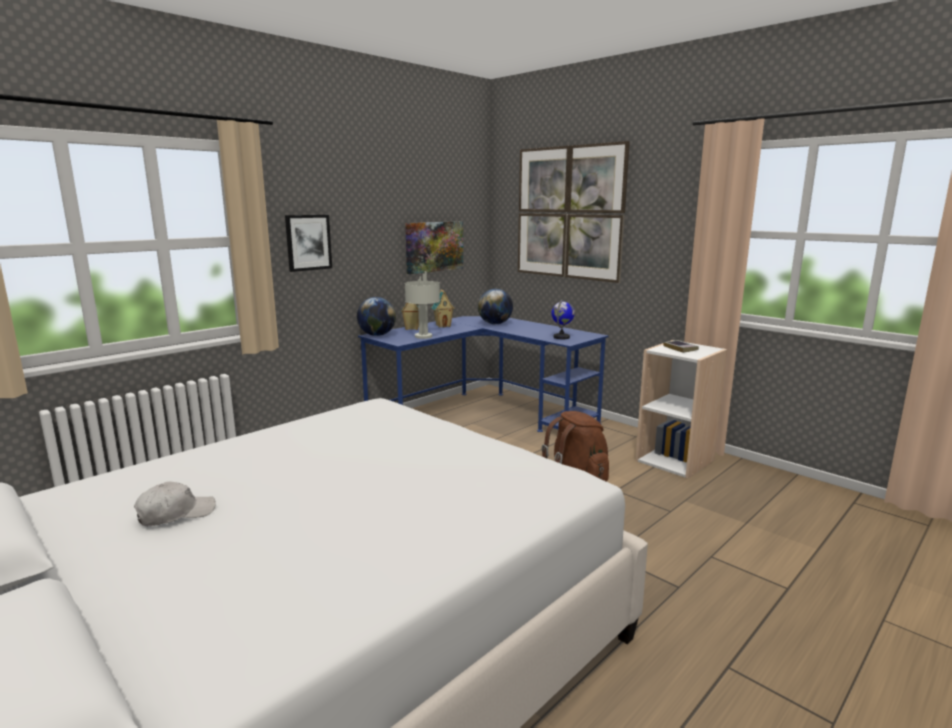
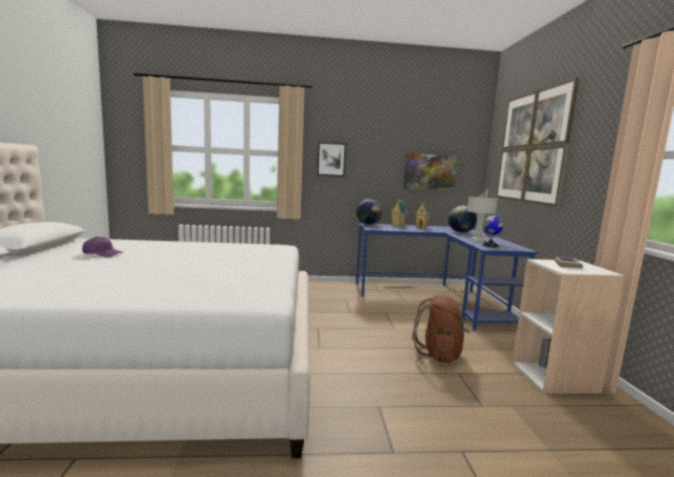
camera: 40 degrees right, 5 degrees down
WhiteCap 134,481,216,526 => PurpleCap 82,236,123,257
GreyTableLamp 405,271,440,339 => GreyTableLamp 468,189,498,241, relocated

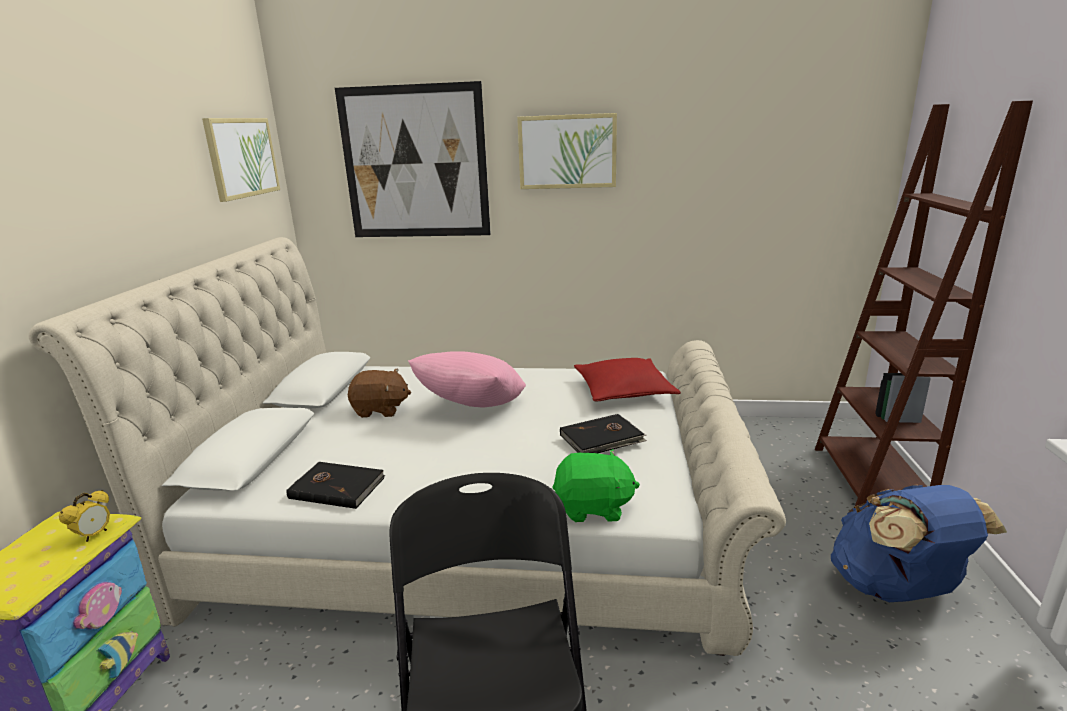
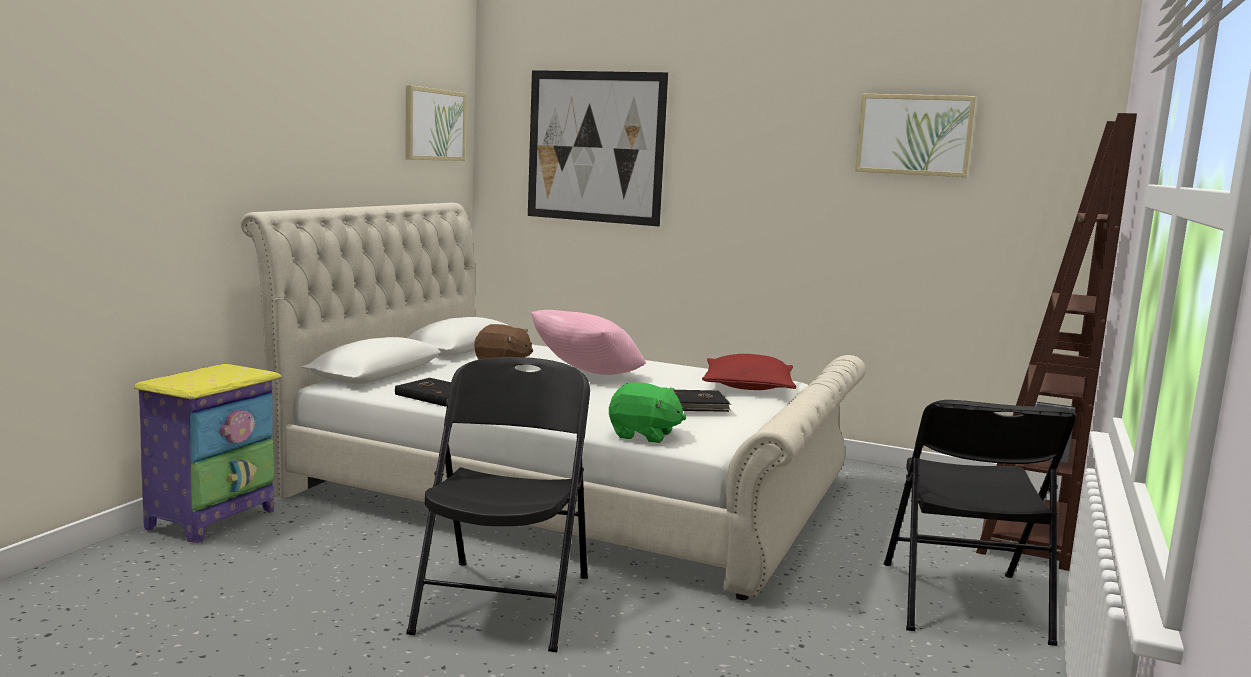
camera: 15 degrees right, 10 degrees down
AlarmClock 59,490,110,542 => nothing
Picture 517,113,617,189 => Picture 855,94,976,177, relocated
BlueBackpack 831,484,1007,602 => BlackChair 884,400,1076,646

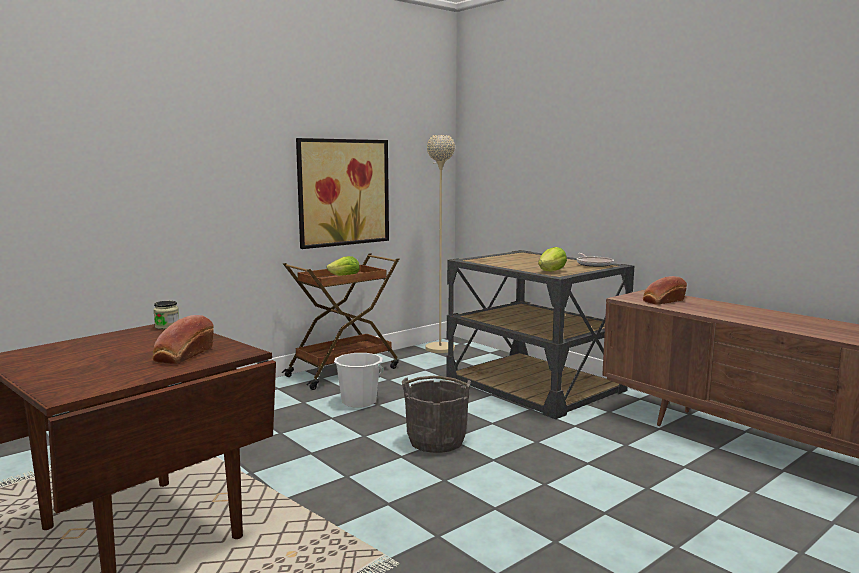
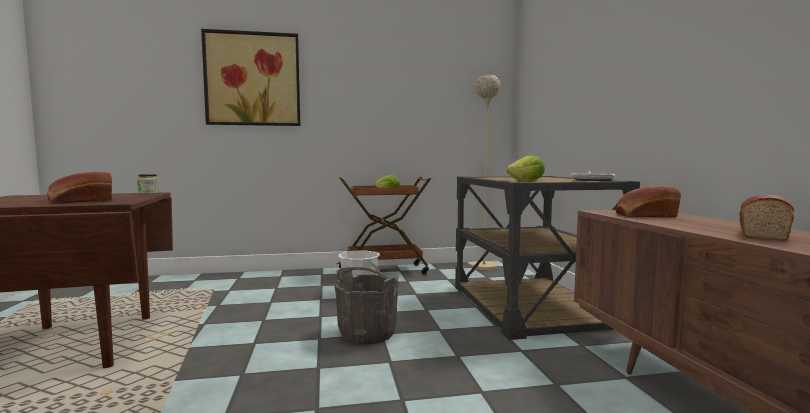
camera: 30 degrees right, 5 degrees down
Picture 296,138,389,249 => Picture 201,29,301,126, relocated
nothing => Bread 740,195,794,241

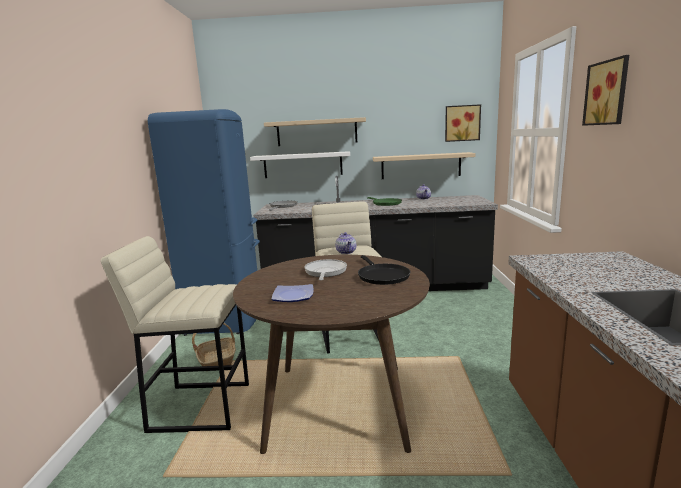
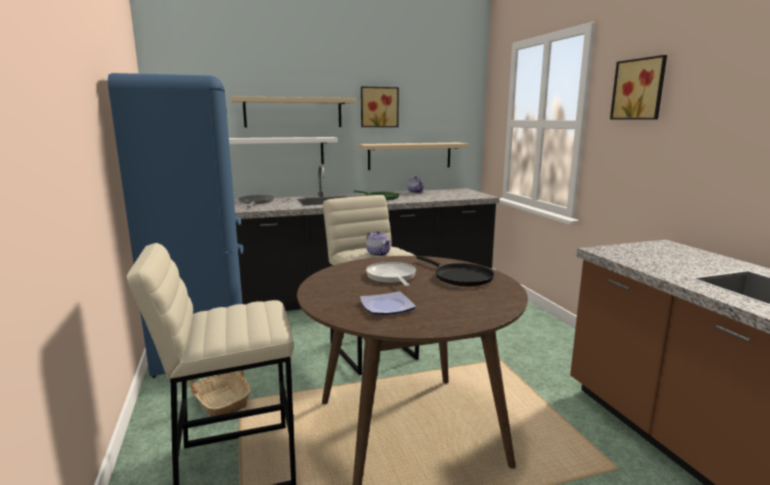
camera: 20 degrees left, 0 degrees up
Picture 445,104,481,142 => Picture 361,87,399,127, relocated

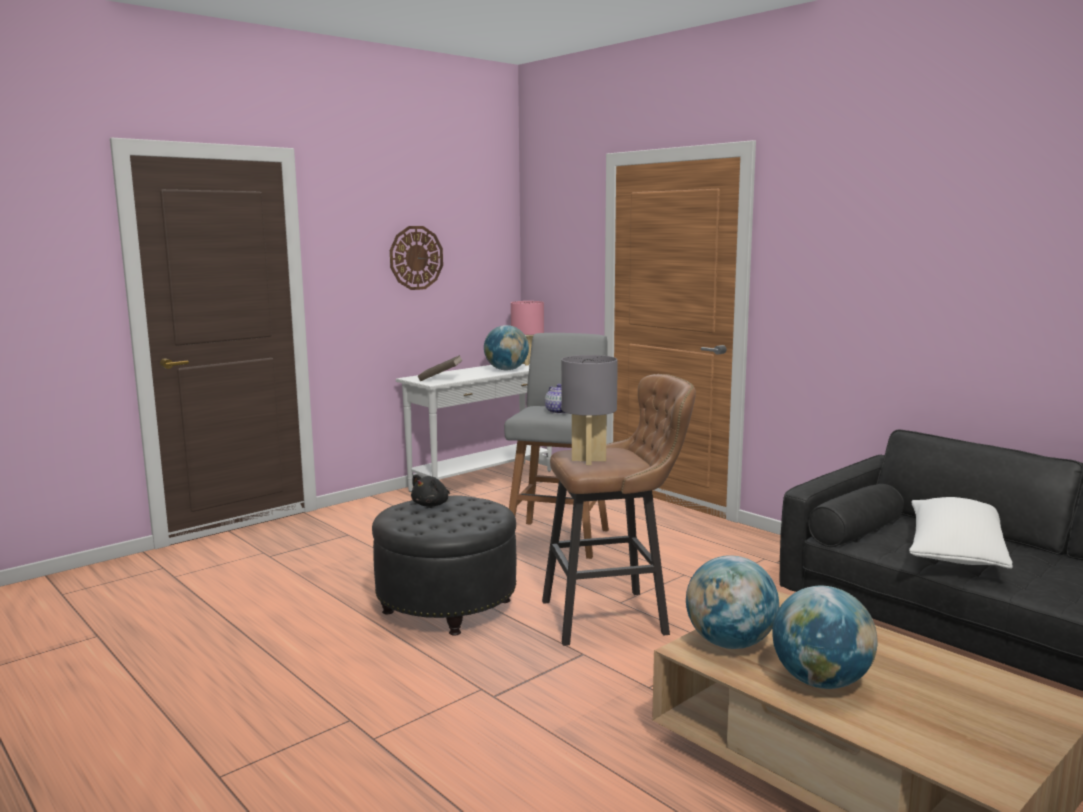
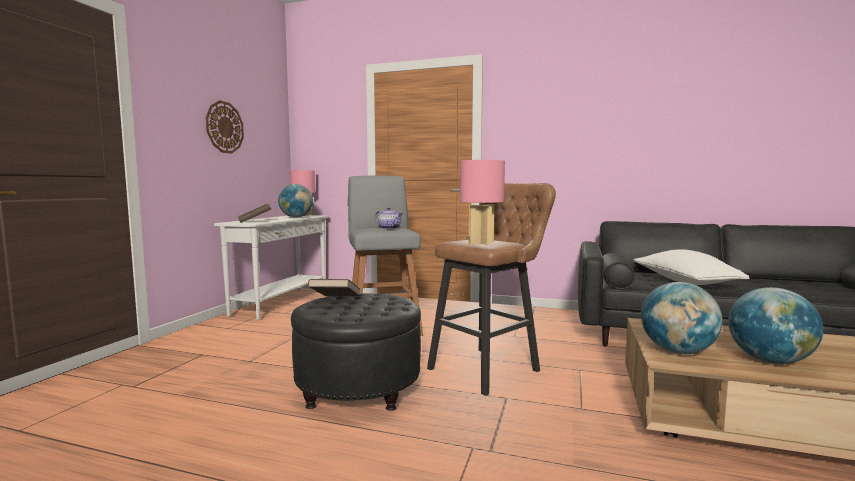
camera: 30 degrees left, 5 degrees down
BlackPlushToy 411,474,450,507 => BrownBook 308,279,360,296
GreyTableLamp 561,355,618,465 => PinkTableLamp 460,160,505,245

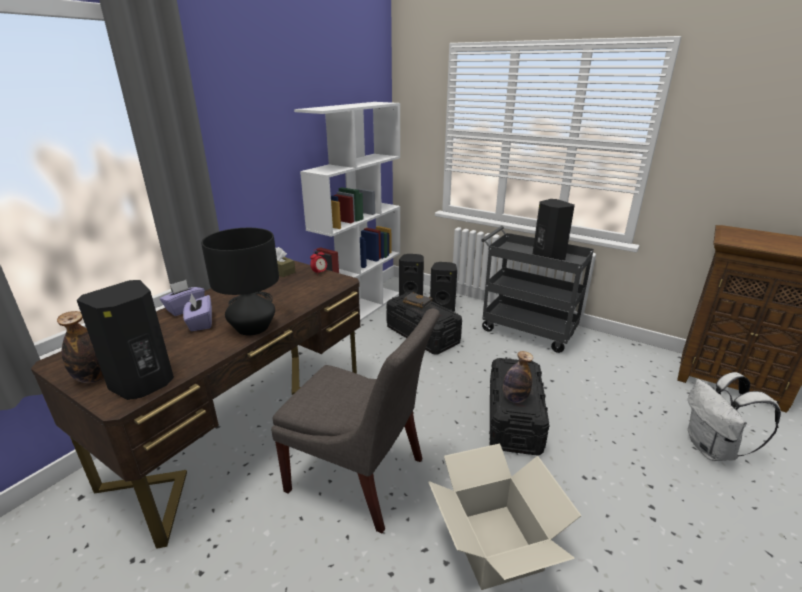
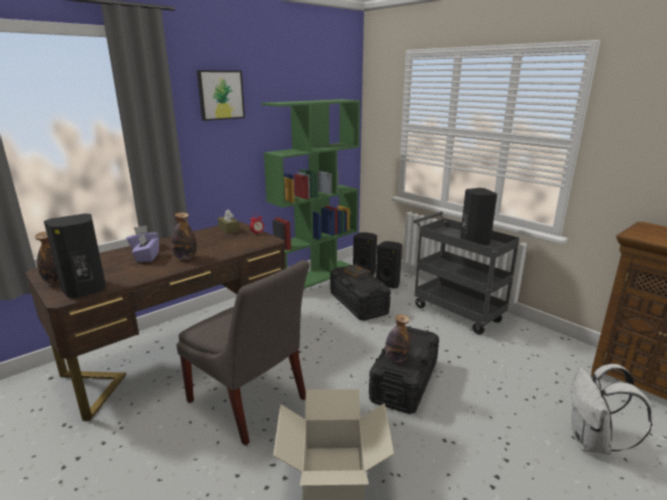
camera: 15 degrees right, 5 degrees down
BlackTableLamp 201,228,279,335 => Bottle 171,212,197,260
WhiteBookcase 294,102,400,321 => GreenBookcase 261,99,360,289
nothing => Picture 197,70,245,121

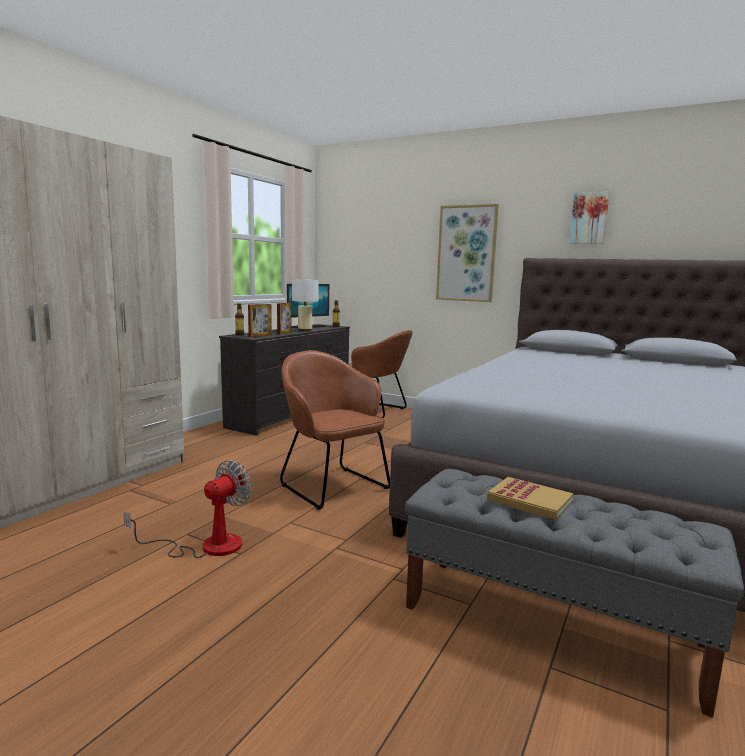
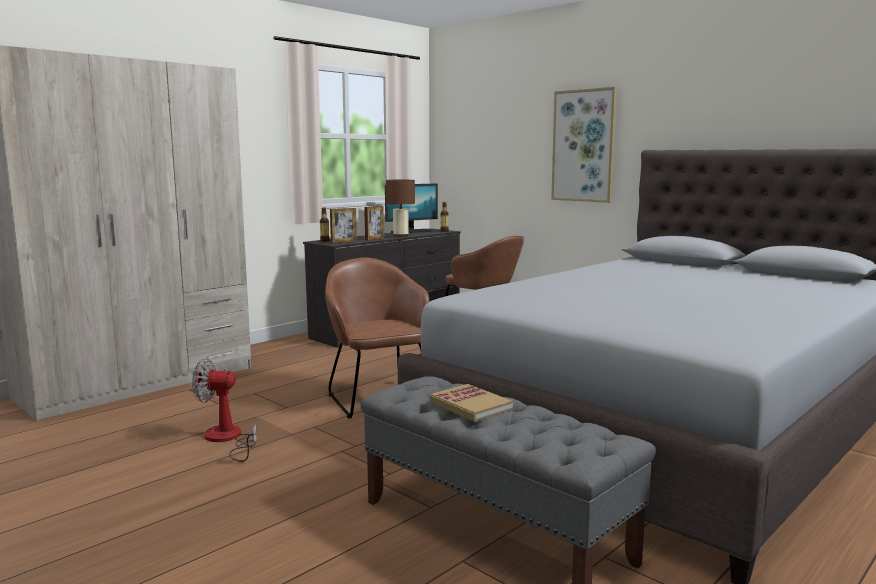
camera: 15 degrees right, 0 degrees up
Fan 124,460,252,558 => Fan 192,358,257,462, 135 degrees counterclockwise
WhiteTableLamp 292,279,319,332 => BrownTableLamp 386,180,415,237
Picture 569,192,610,244 => nothing

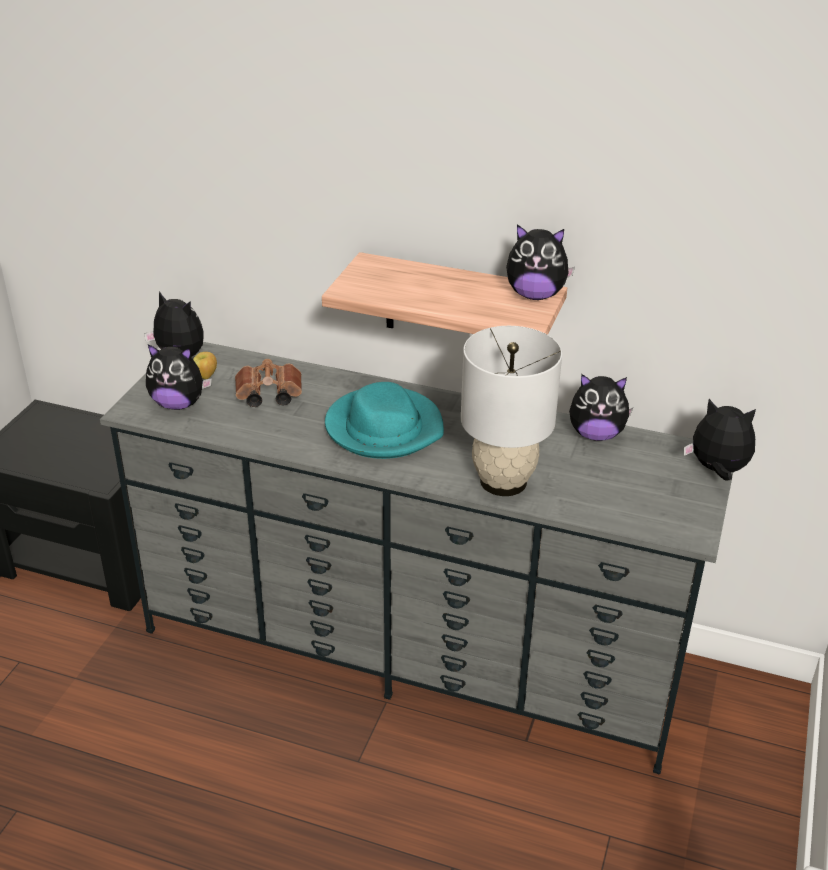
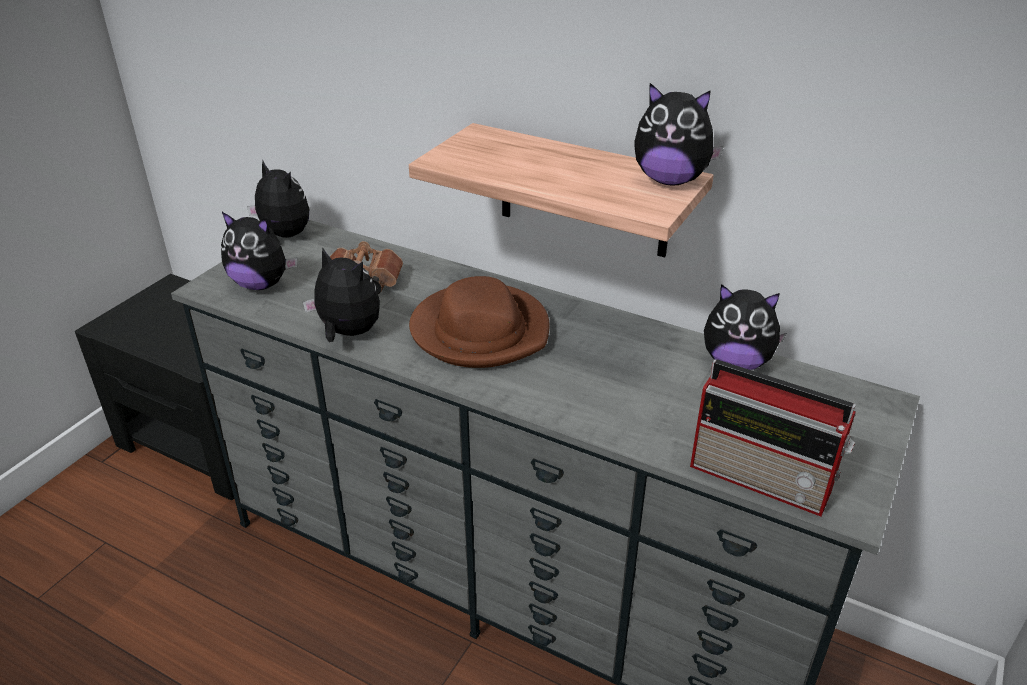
camera: 10 degrees right, 0 degrees up
Apple 193,352,217,379 => nothing
TurquoiseHat 325,382,444,459 => BrownHat 409,276,549,368
WhiteTableLamp 461,326,562,496 => nothing
PlushToy 684,399,756,480 => PlushToy 303,247,380,342, relocated
nothing => Radio 690,359,856,517

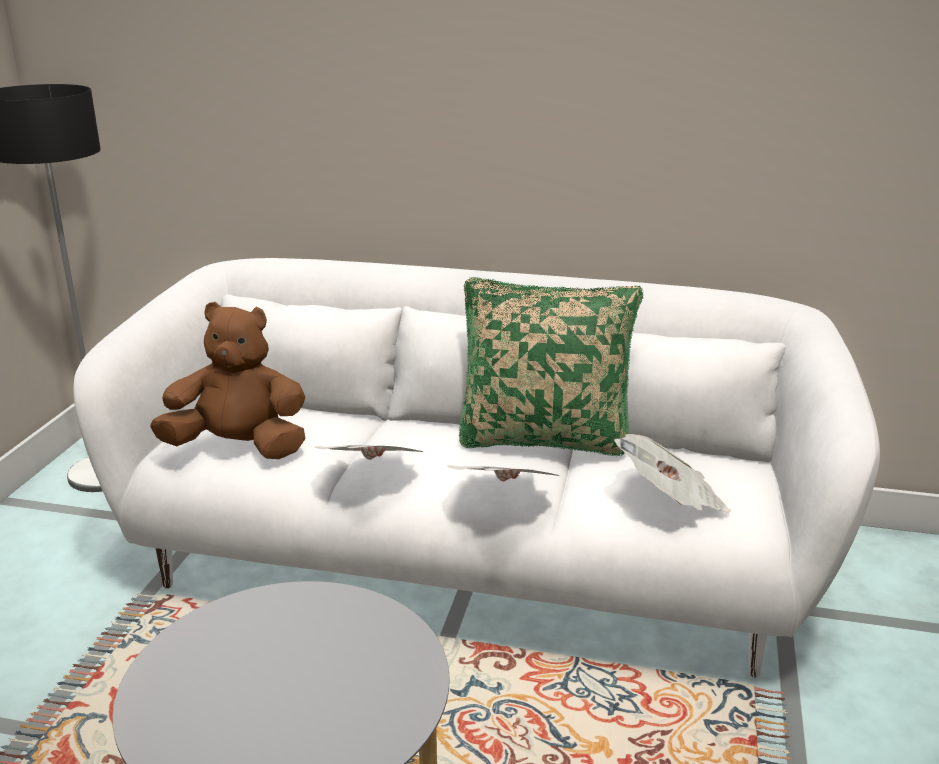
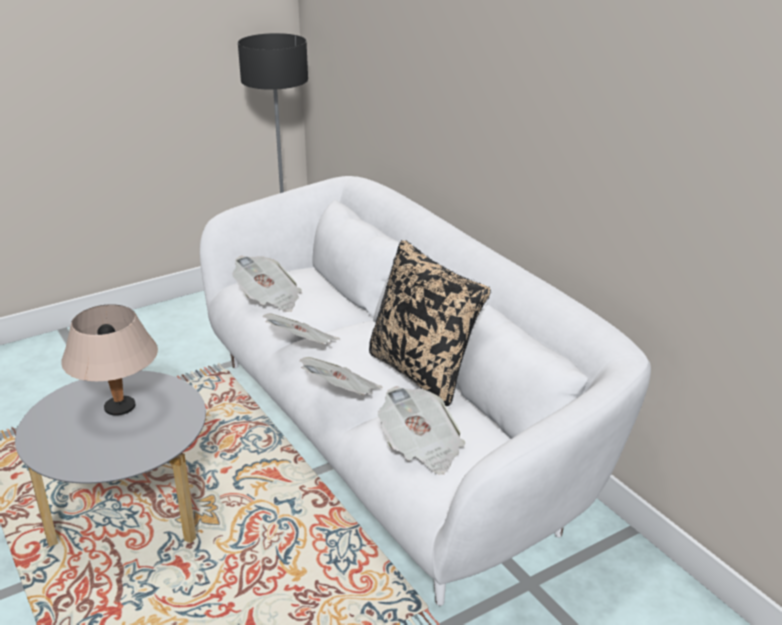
camera: 45 degrees right, 5 degrees up
BrownPlushToy 150,302,306,459 => Newspaper 232,256,302,312
GreenPillow 459,277,644,456 => BlackPillow 369,240,491,406
nothing => BeigeTableLamp 61,304,158,416

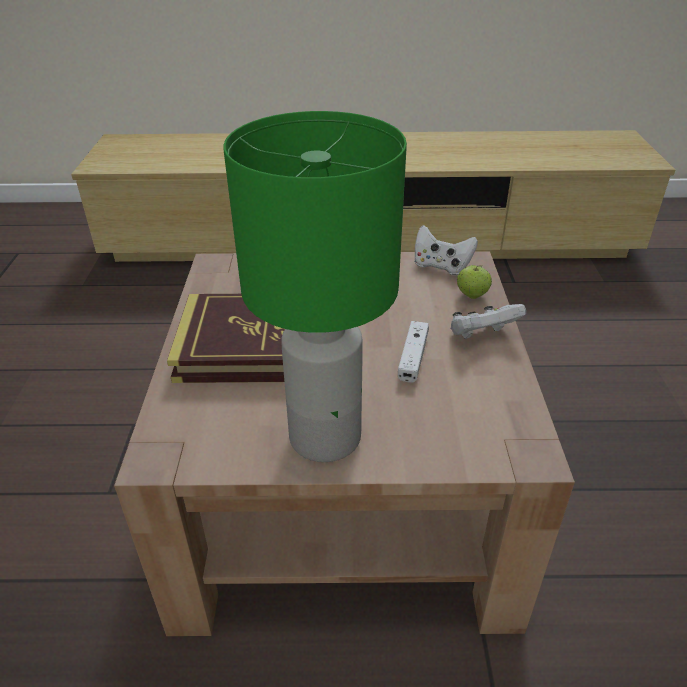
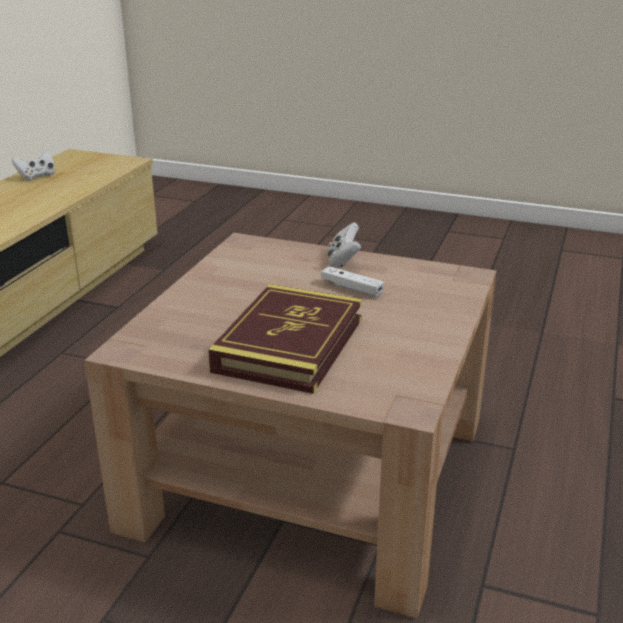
camera: 70 degrees left, 10 degrees down
GreenTableLamp 223,111,407,462 => nothing
WhiteGameController 414,225,478,275 => WhiteGameController 12,150,55,180, relocated
Apple 457,265,492,299 => nothing

